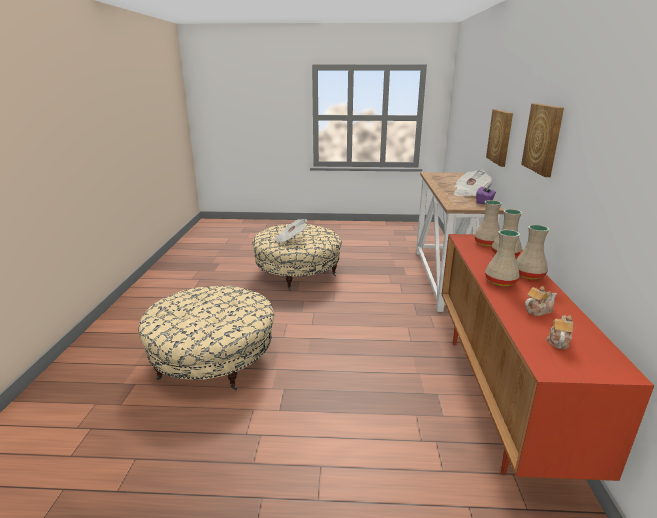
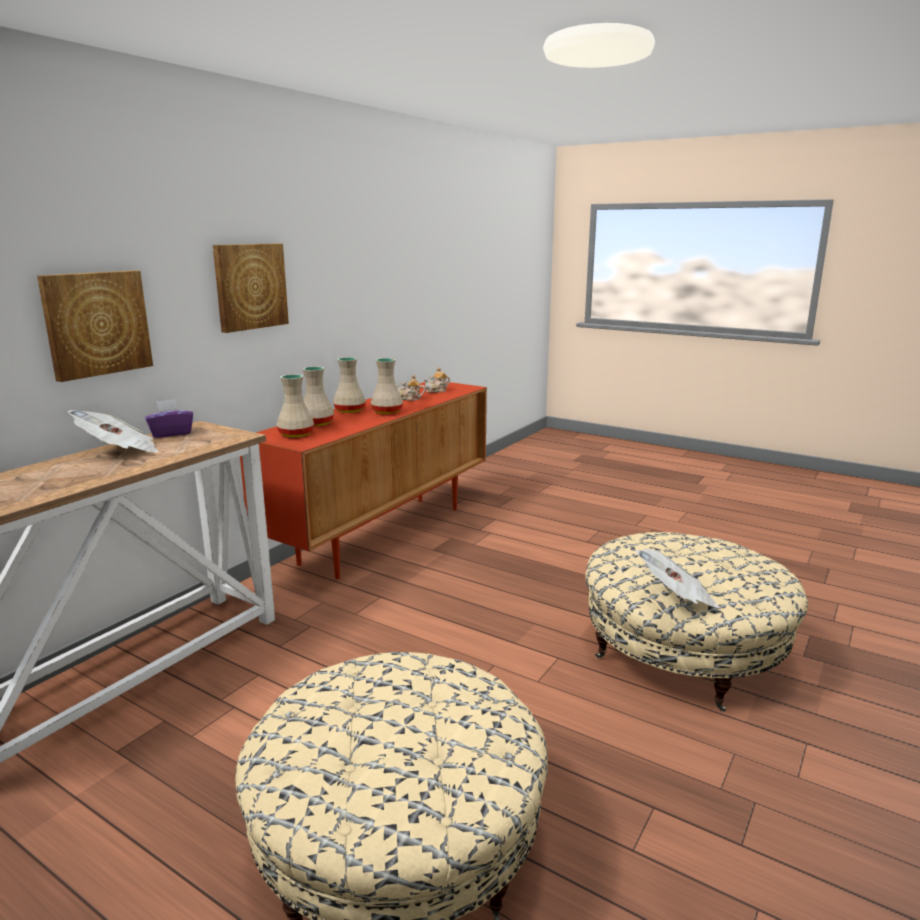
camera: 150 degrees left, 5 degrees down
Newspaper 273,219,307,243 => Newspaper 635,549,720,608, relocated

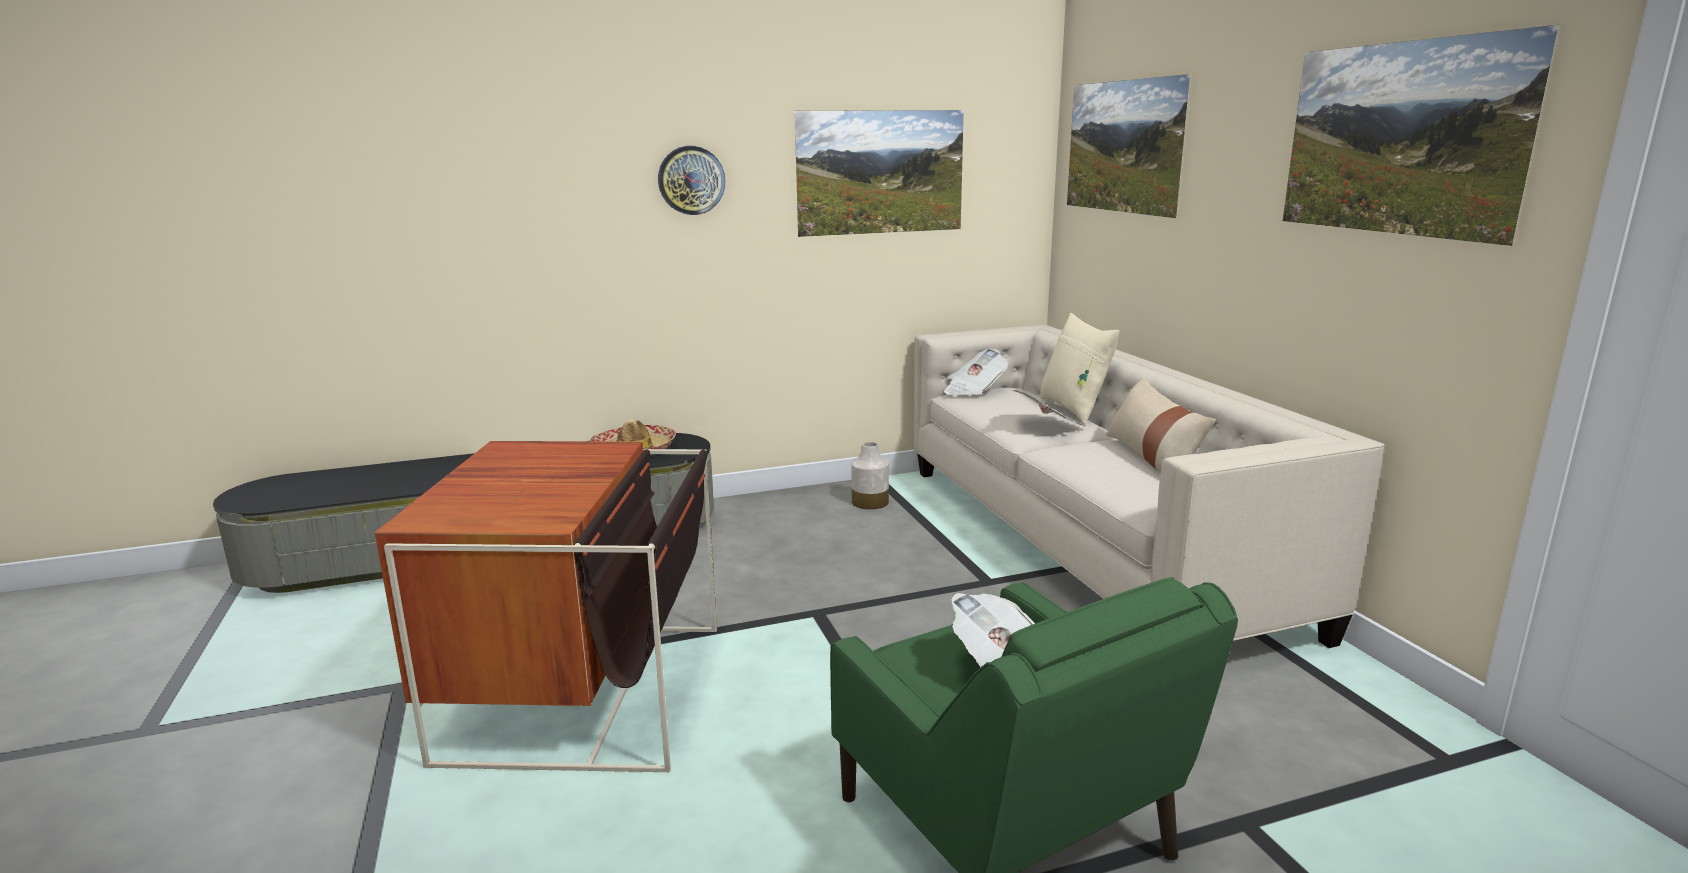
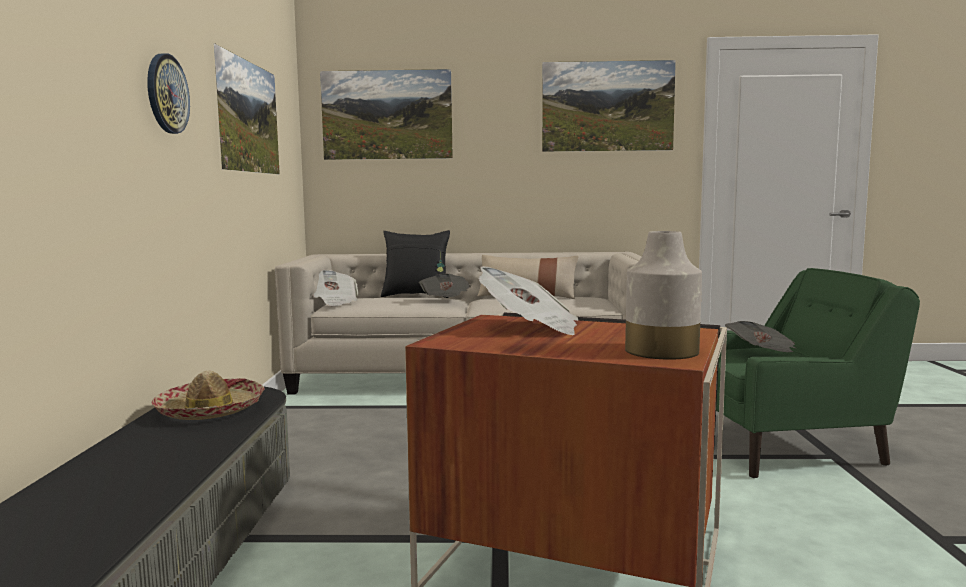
camera: 70 degrees left, 10 degrees down
BeigeVase 851,442,889,509 => BeigeVase 625,231,702,360, relocated
BeigePillow 1040,313,1119,425 => BlackPillow 381,230,450,298
nothing => Newspaper 478,266,578,335

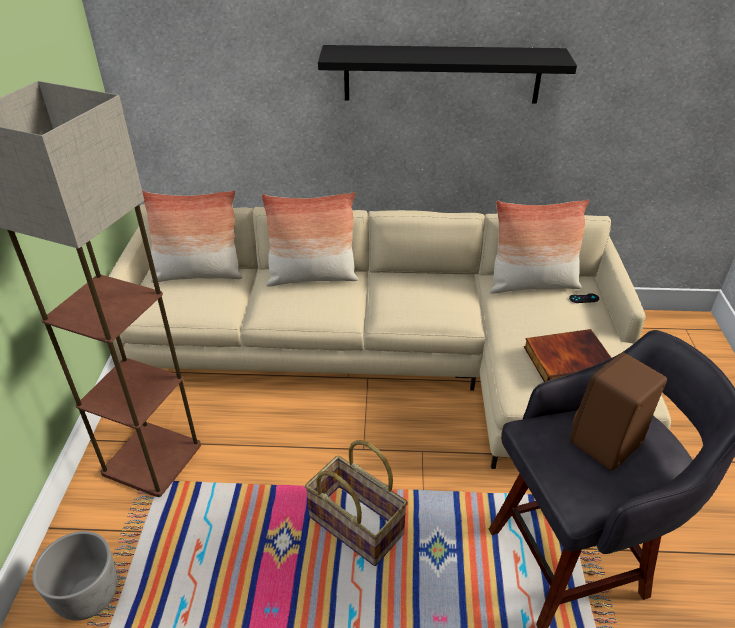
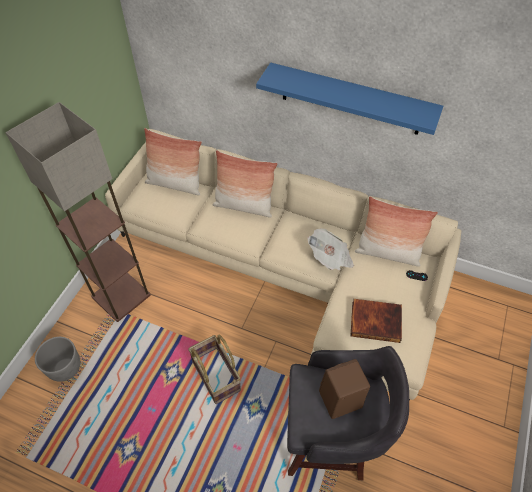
camera: 20 degrees right, 15 degrees up
BlackShelf 318,45,577,104 => BlueShelf 256,63,443,135
nothing => Newspaper 307,228,354,270

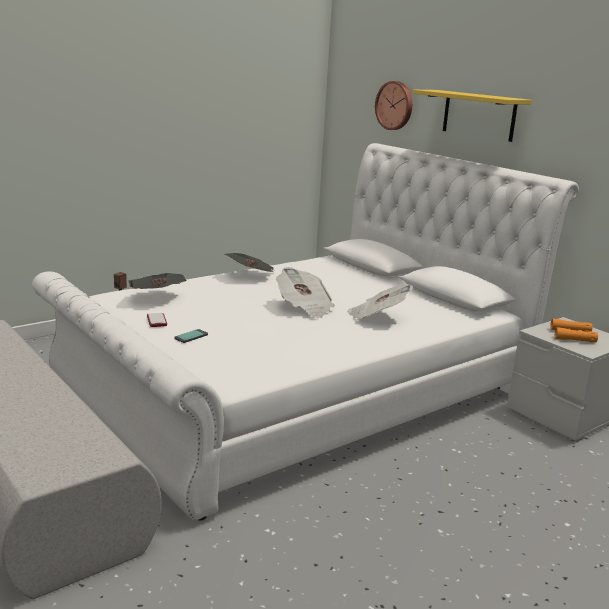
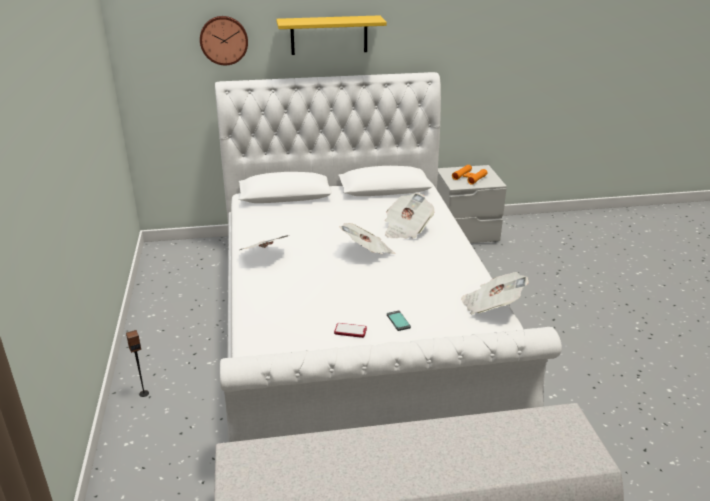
camera: 60 degrees left, 10 degrees up
Newspaper 129,273,186,289 => Newspaper 461,272,529,315, relocated

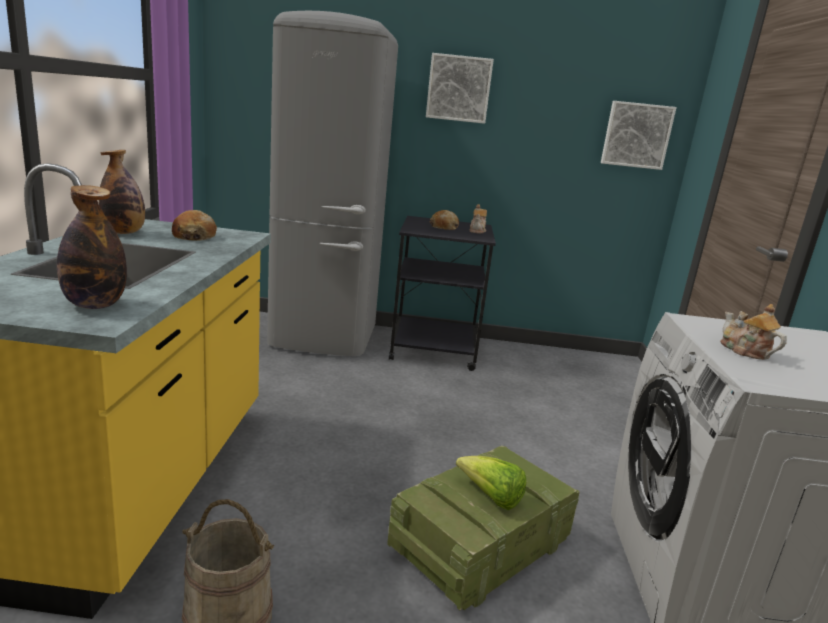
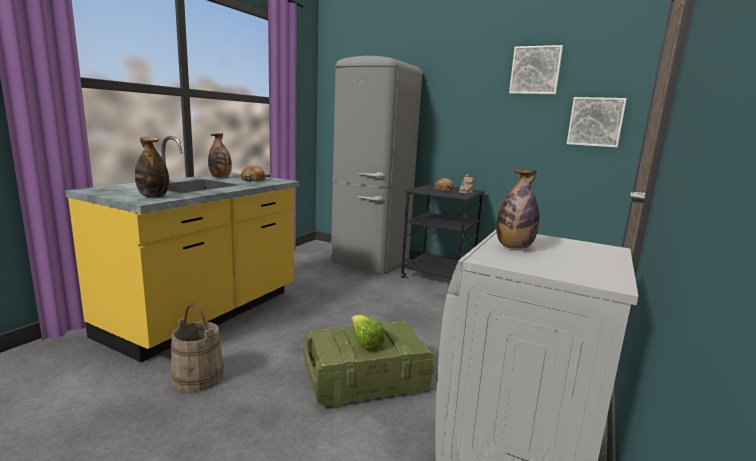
camera: 25 degrees right, 5 degrees down
Picture 426,53,494,124 => Picture 509,45,563,94, relocated
Teapot 720,304,787,360 => Bottle 496,170,540,249

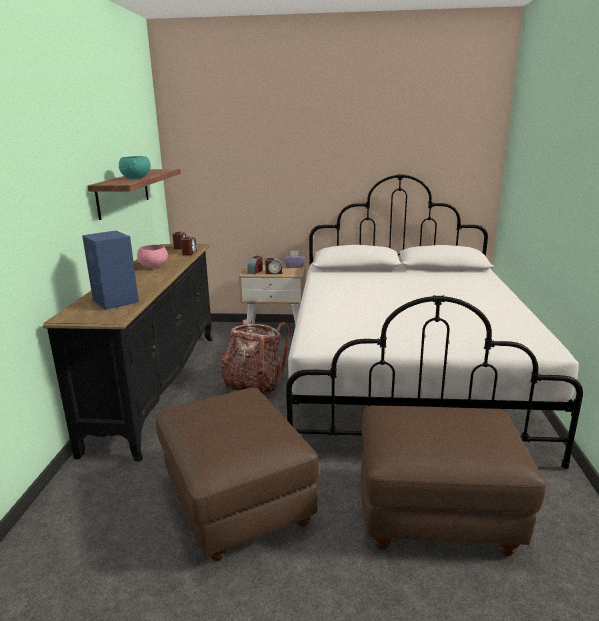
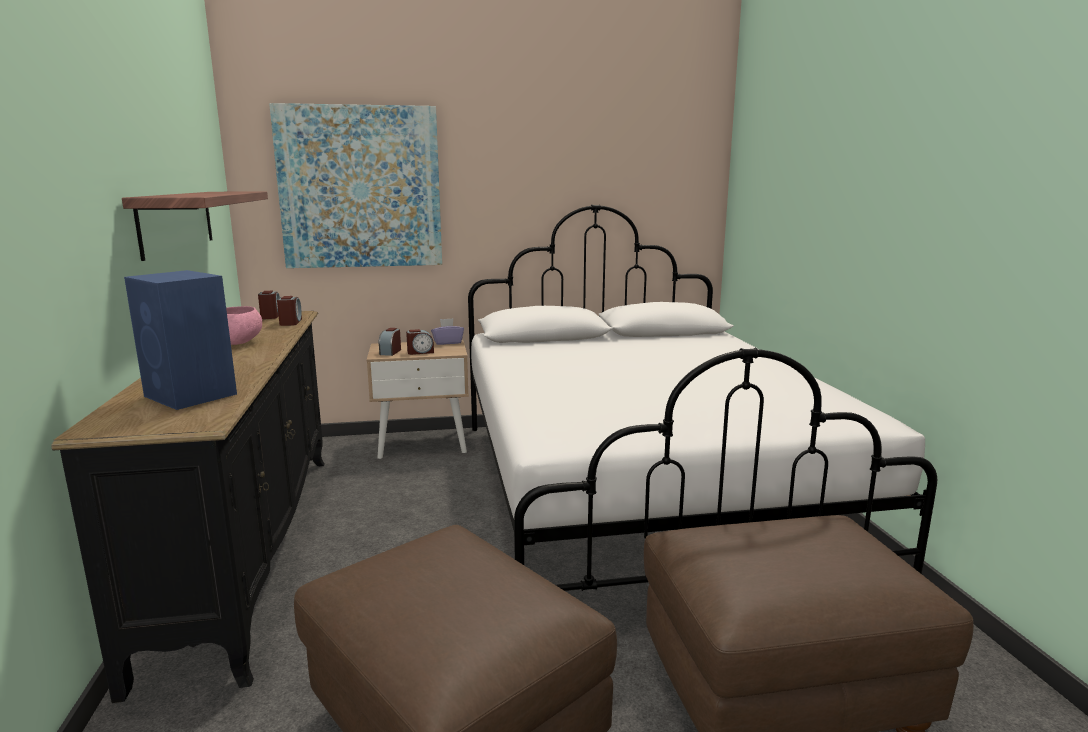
camera: 15 degrees left, 5 degrees down
TurquoiseBowl 119,156,151,179 => nothing
Backpack 221,319,289,396 => nothing
nothing => Picture 269,103,442,268

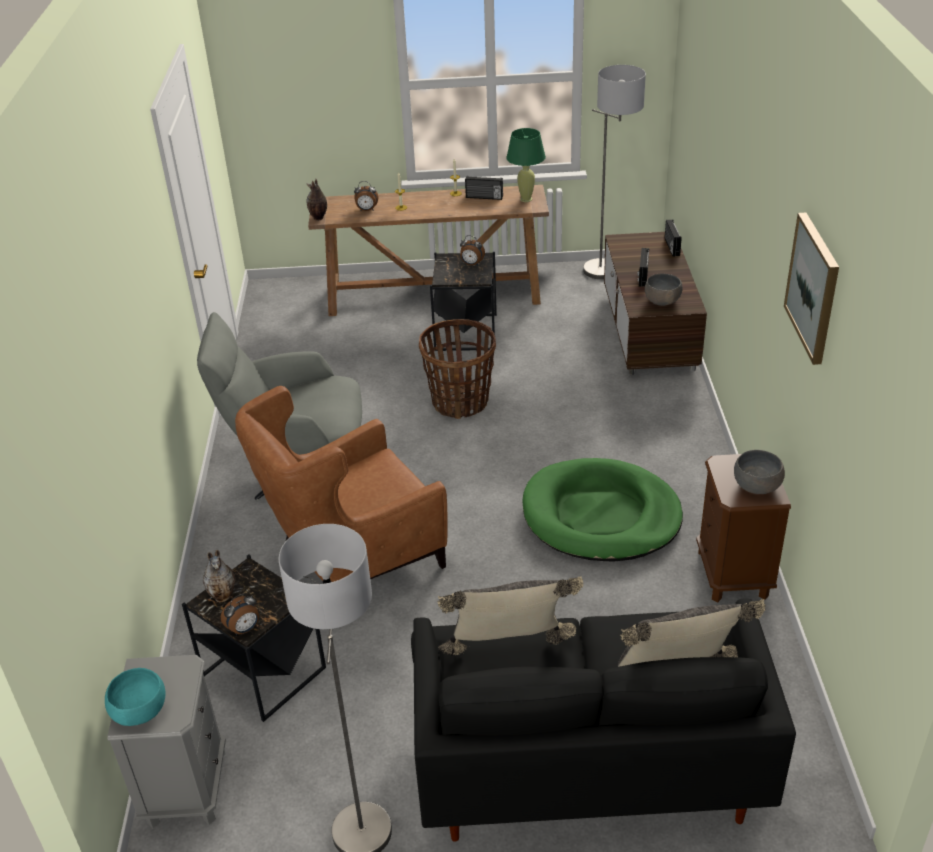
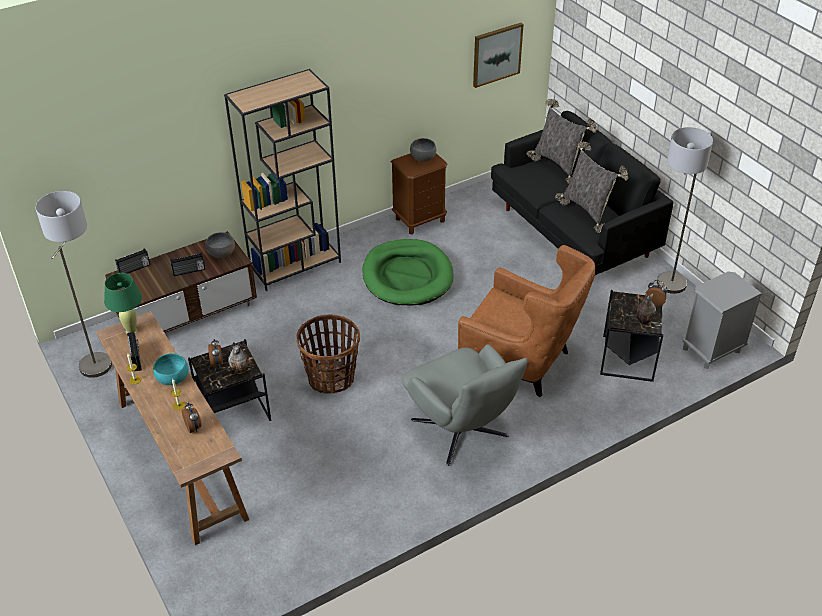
camera: 120 degrees left, 5 degrees up
TurquoiseBowl 105,668,166,726 => TurquoiseBowl 153,353,189,385, relocated
Vase 306,179,327,220 => Vase 228,342,249,374, relocated
Picture 784,212,839,365 => Picture 473,23,524,88, relocated
nothing => Bookcase 224,69,341,291

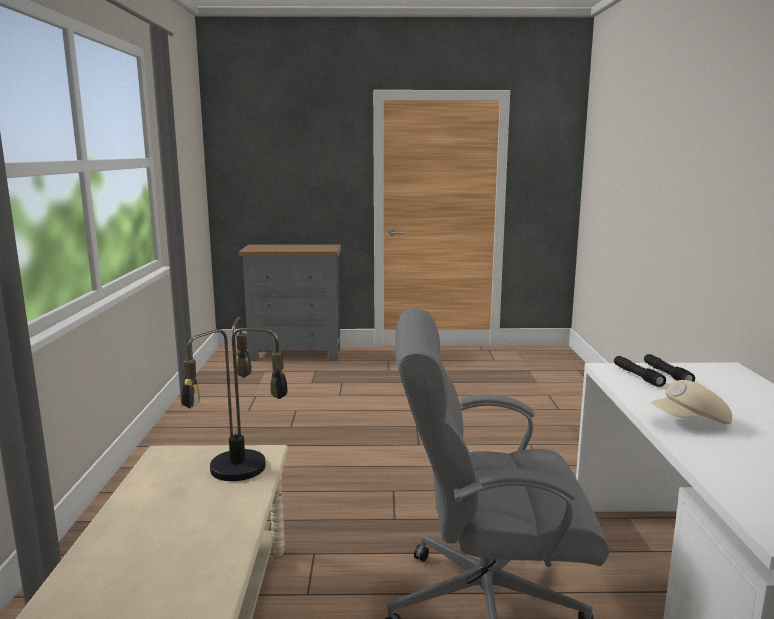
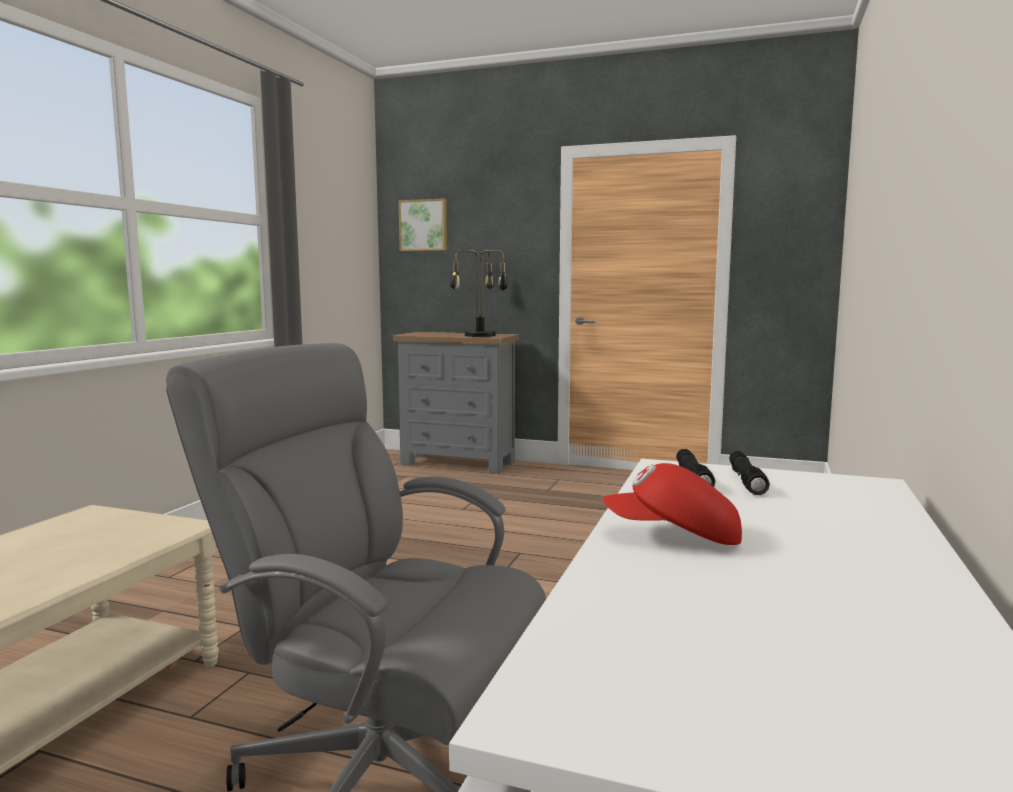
camera: 20 degrees right, 5 degrees down
TableLamp 181,317,288,481 => TableLamp 450,250,507,337, relocated
BeigeCap 651,380,732,424 => RedCap 603,463,742,545
nothing => Picture 398,199,447,251

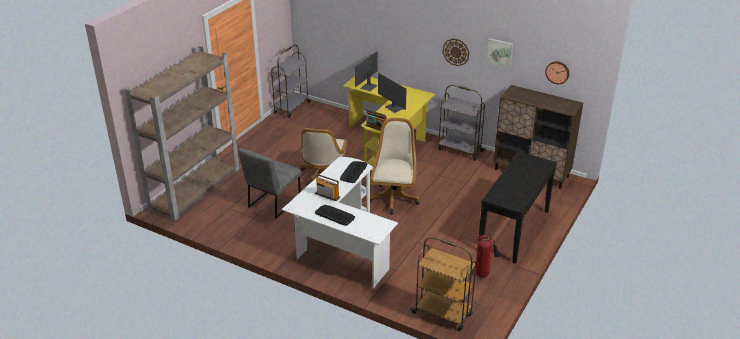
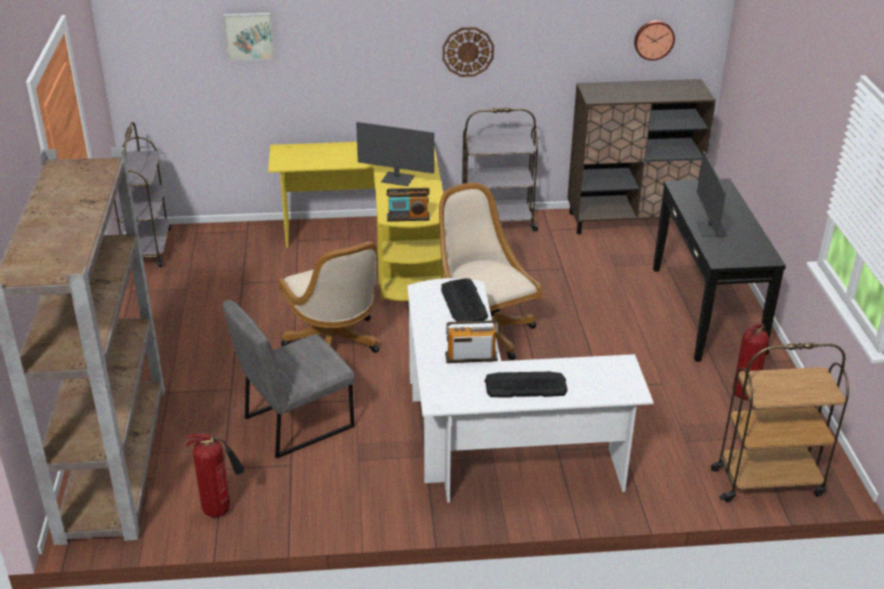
camera: 35 degrees left, 0 degrees up
GreyChair 239,148,301,218 => GreyChair 222,300,355,459, 60 degrees clockwise
Monitor 355,51,378,91 => Monitor 696,151,728,237, relocated
Picture 486,38,513,68 => Picture 223,13,275,60, relocated
nothing => FireExtinguisher 185,433,245,517

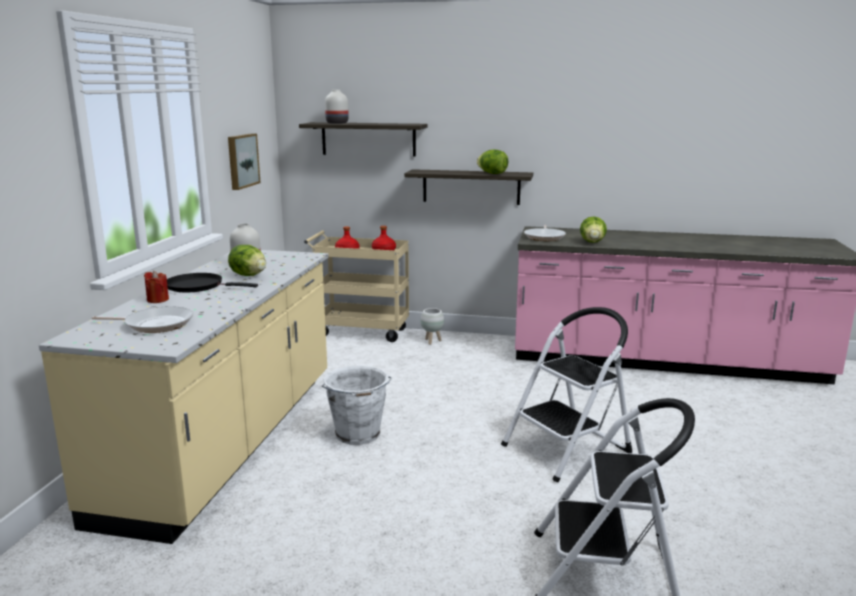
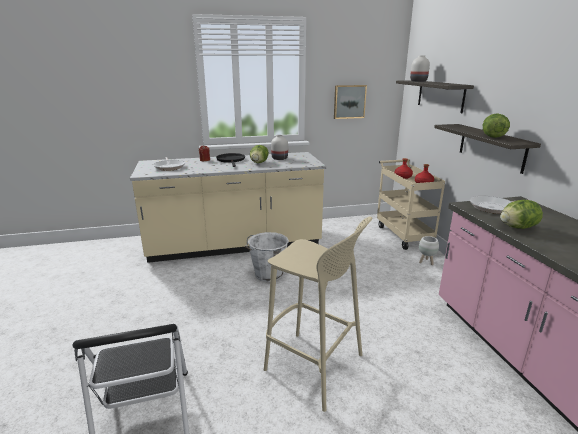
camera: 65 degrees right, 5 degrees up
StepLadder 501,307,632,482 => BeigeStool 264,217,372,412

